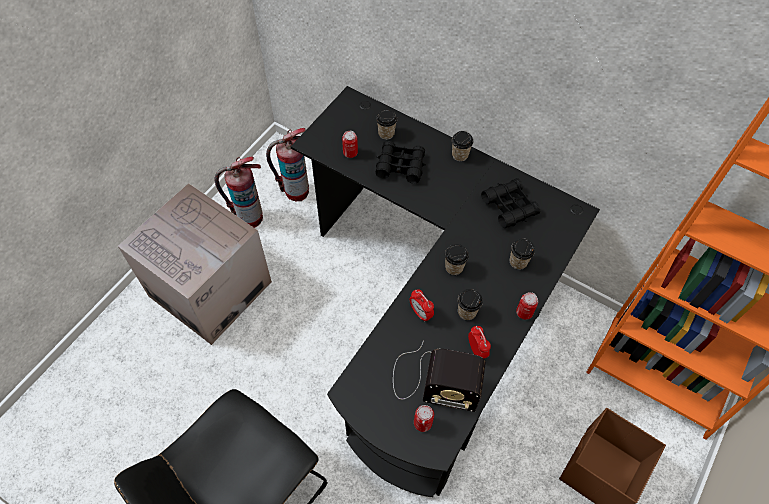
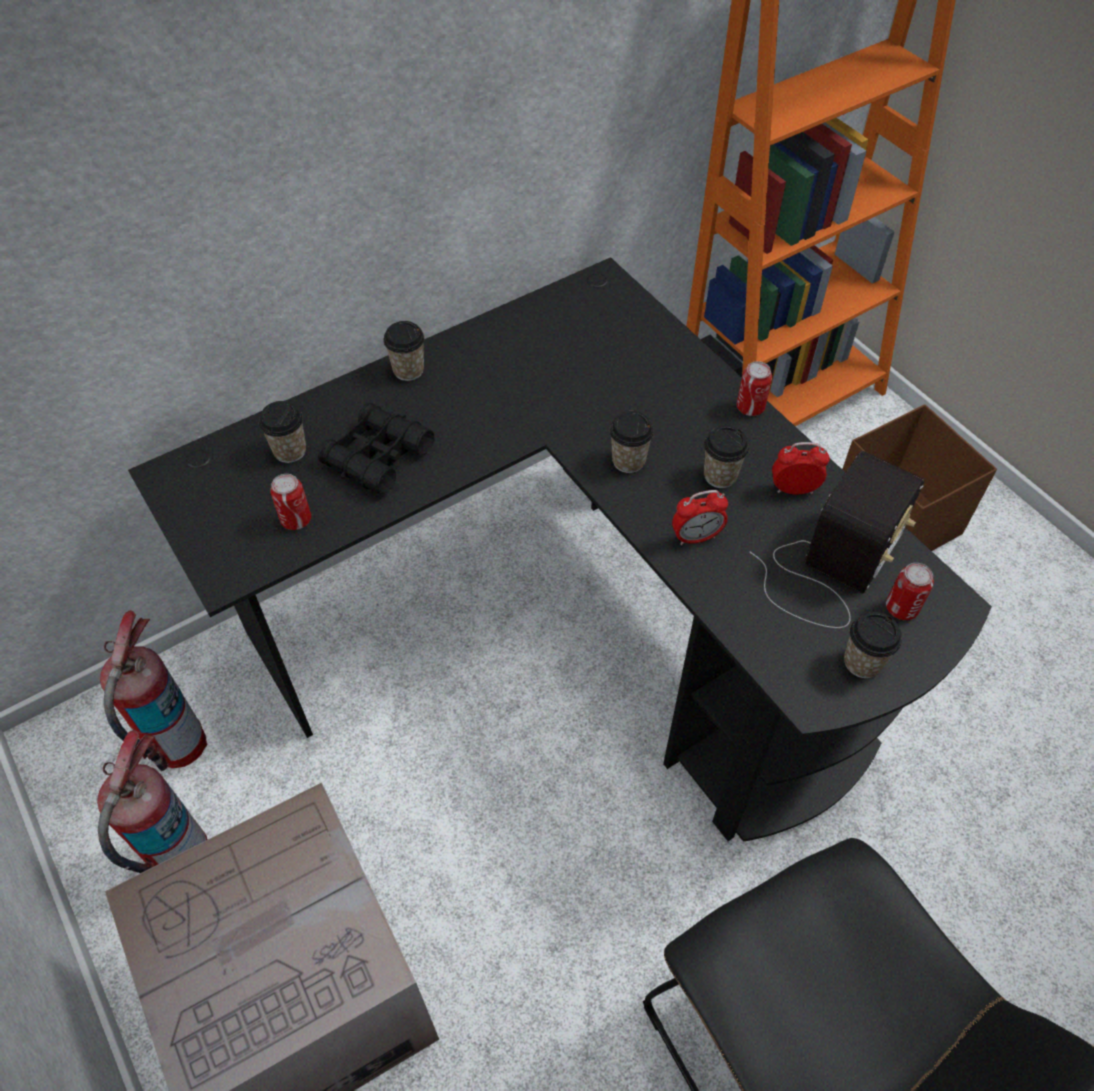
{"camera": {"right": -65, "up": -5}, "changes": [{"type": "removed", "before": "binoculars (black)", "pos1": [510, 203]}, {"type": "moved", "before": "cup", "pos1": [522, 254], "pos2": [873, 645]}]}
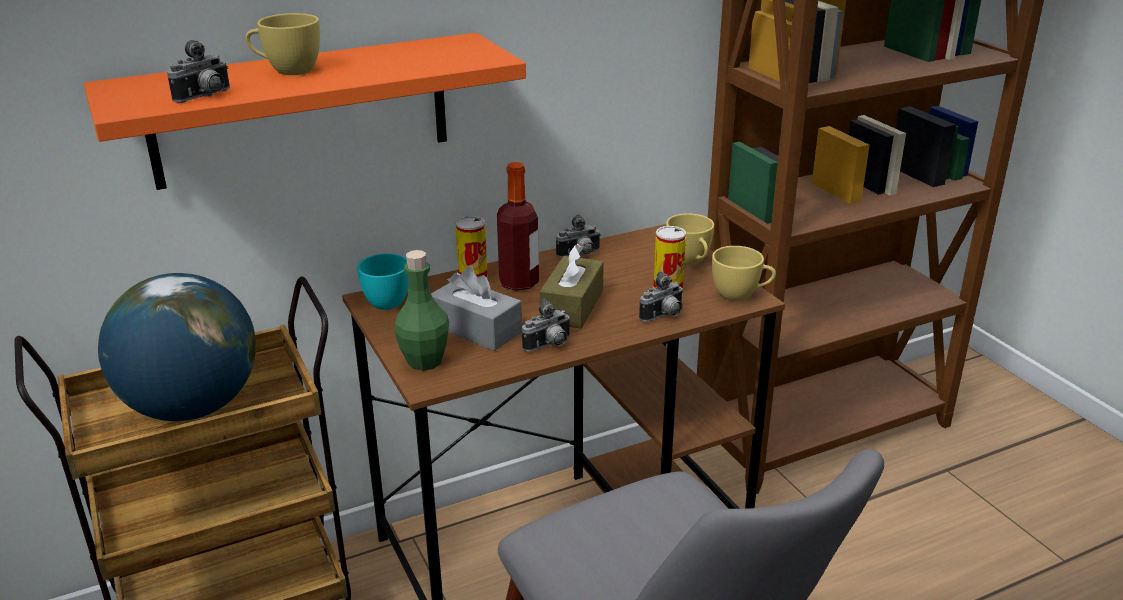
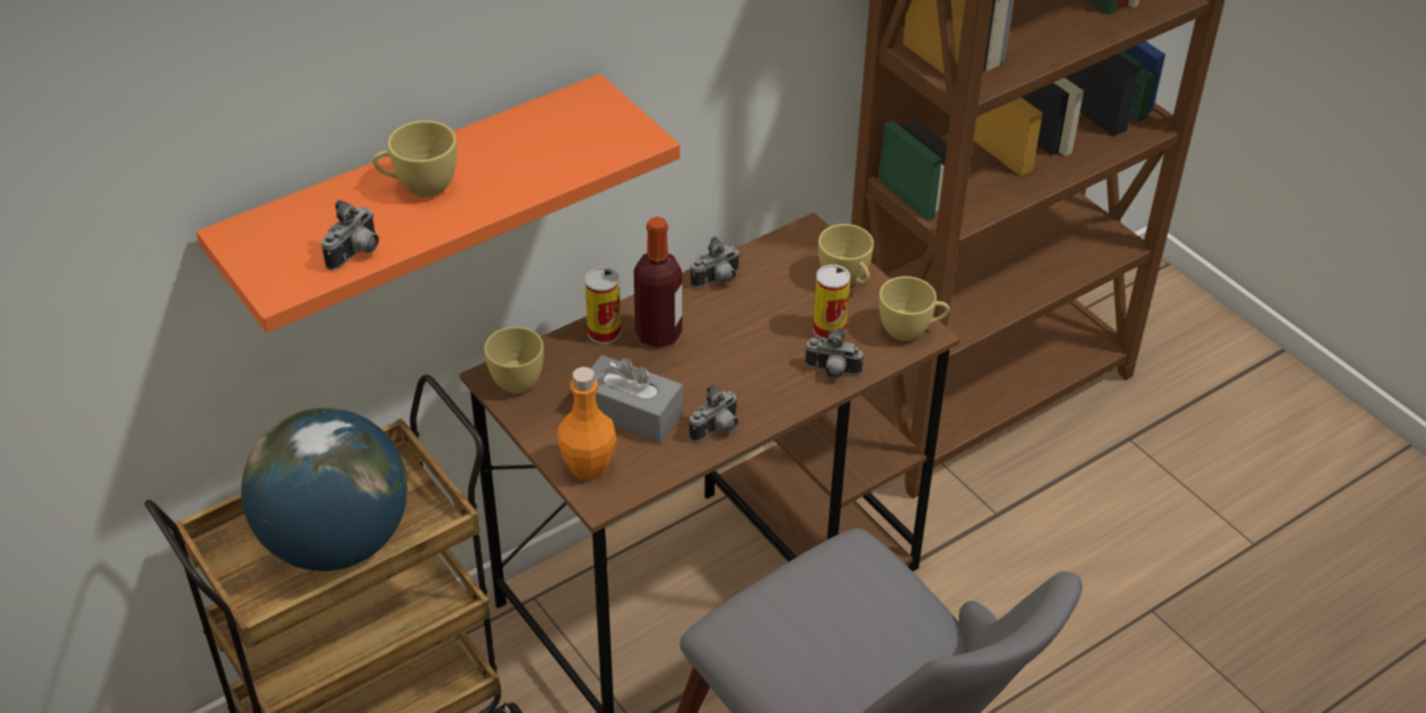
{"camera": {"right": -10, "up": 15}, "changes": [{"type": "recoloured", "before": "cup (turquoise)", "after": "cup (yellow)", "pos1": [382, 281], "pos2": [514, 360]}, {"type": "recoloured", "before": "bottle (green)", "after": "bottle (orange)", "pos1": [421, 310], "pos2": [587, 423]}, {"type": "removed", "before": "tissue box (brown)", "pos1": [571, 286]}, {"type": "turned", "before": "photo camera", "pos1": [661, 296], "pos2": [834, 353], "turn": 60}]}
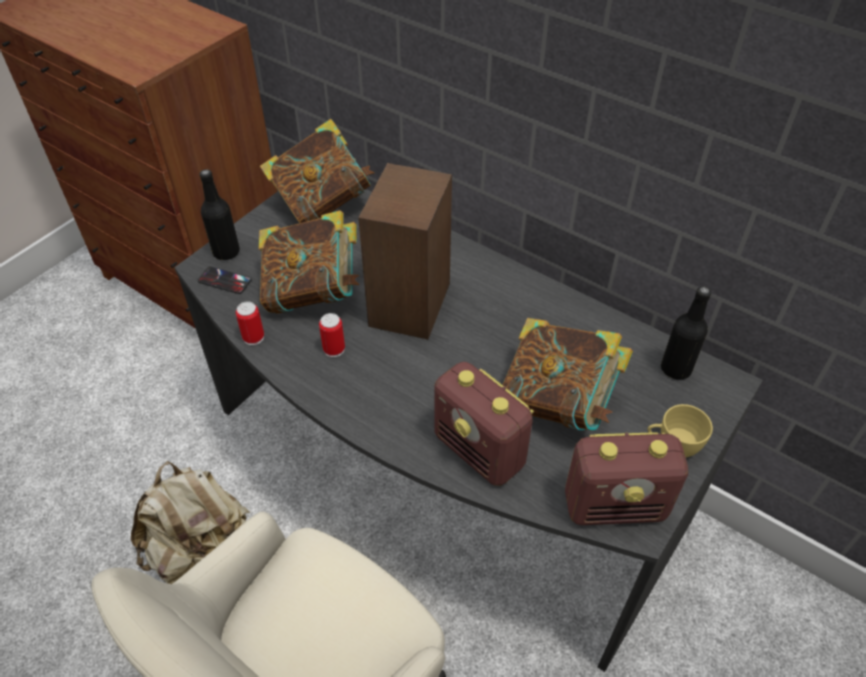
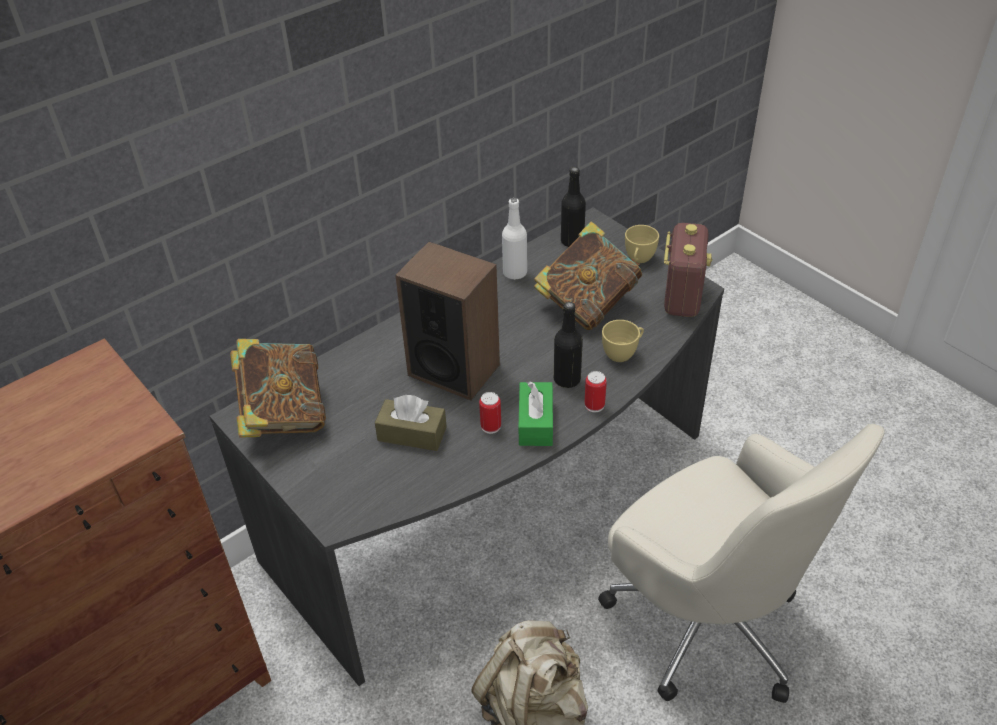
{"camera": {"right": -75, "up": -5}, "changes": [{"type": "removed", "before": "phone", "pos1": [224, 280]}, {"type": "moved", "before": "bottle (black)", "pos1": [220, 214], "pos2": [568, 345]}, {"type": "moved", "before": "can", "pos1": [250, 323], "pos2": [596, 391]}, {"type": "replaced", "before": "book", "after": "tissue box (brown)", "pos1": [309, 261], "pos2": [411, 423]}, {"type": "replaced", "before": "radio", "after": "cup (yellow)", "pos1": [484, 424], "pos2": [623, 341]}, {"type": "added", "after": "bottle (white)", "pos2": [514, 239]}, {"type": "added", "after": "tissue box (green)", "pos2": [536, 413]}]}
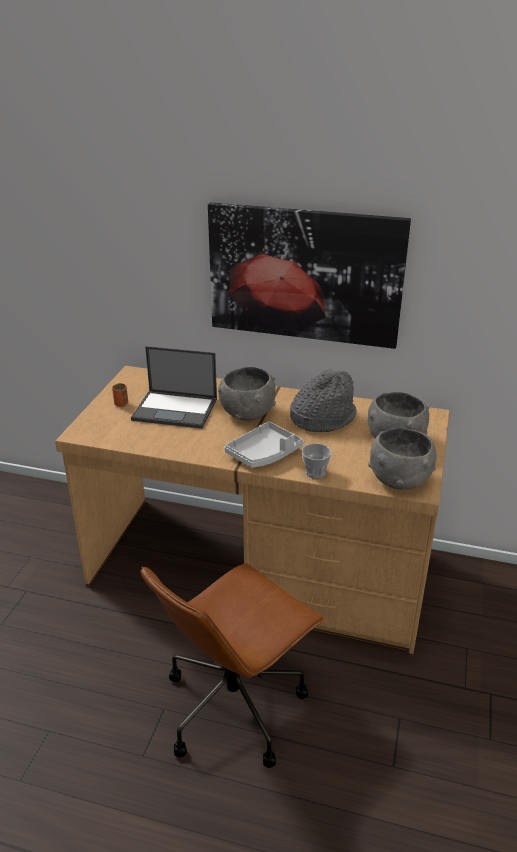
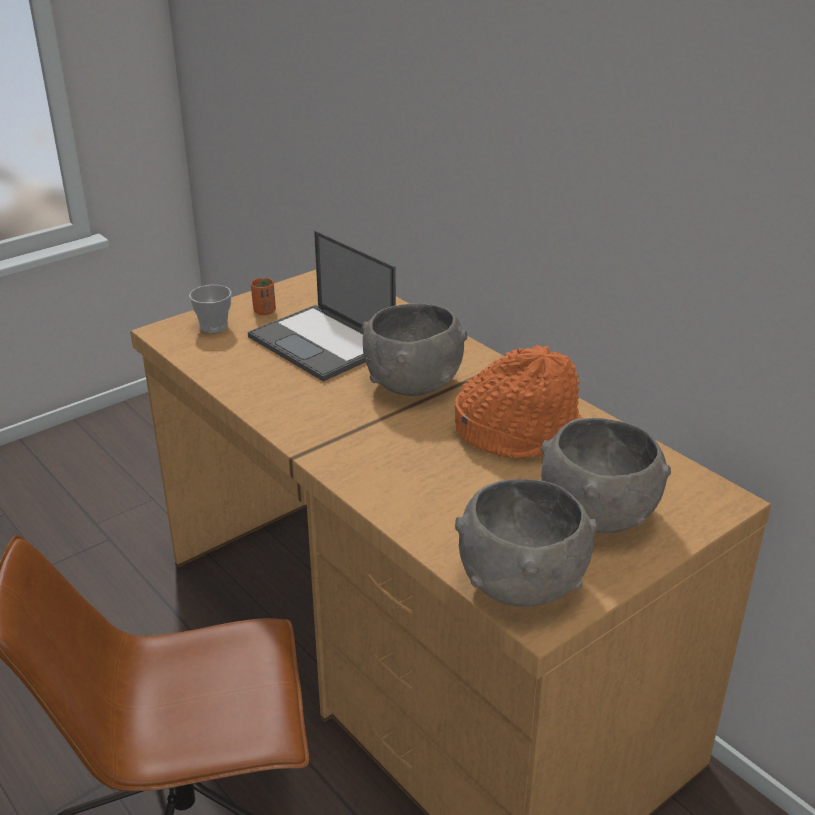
{"camera": {"right": 35, "up": 0}, "changes": [{"type": "removed", "before": "picture", "pos1": [309, 275]}, {"type": "removed", "before": "tray (grey)", "pos1": [264, 444]}, {"type": "recoloured", "before": "hat (grey)", "after": "hat (orange)", "pos1": [323, 400], "pos2": [519, 402]}, {"type": "moved", "before": "cup", "pos1": [316, 461], "pos2": [210, 309]}]}
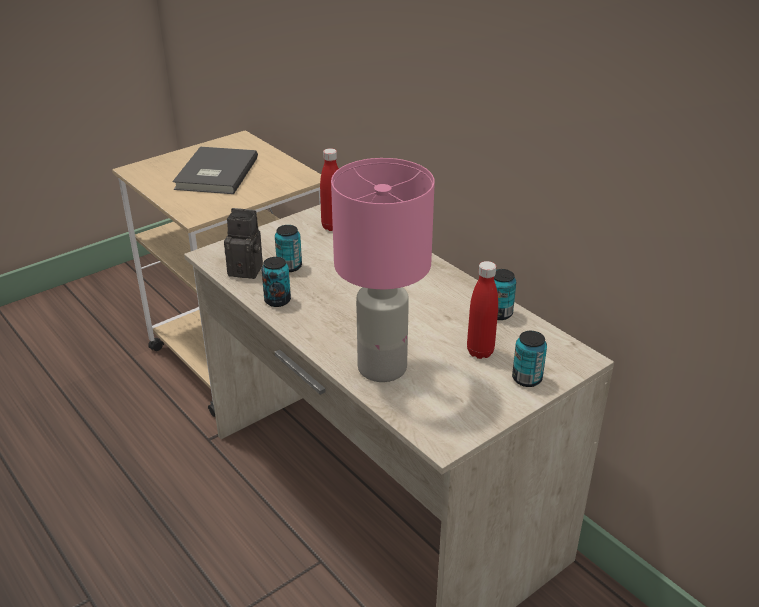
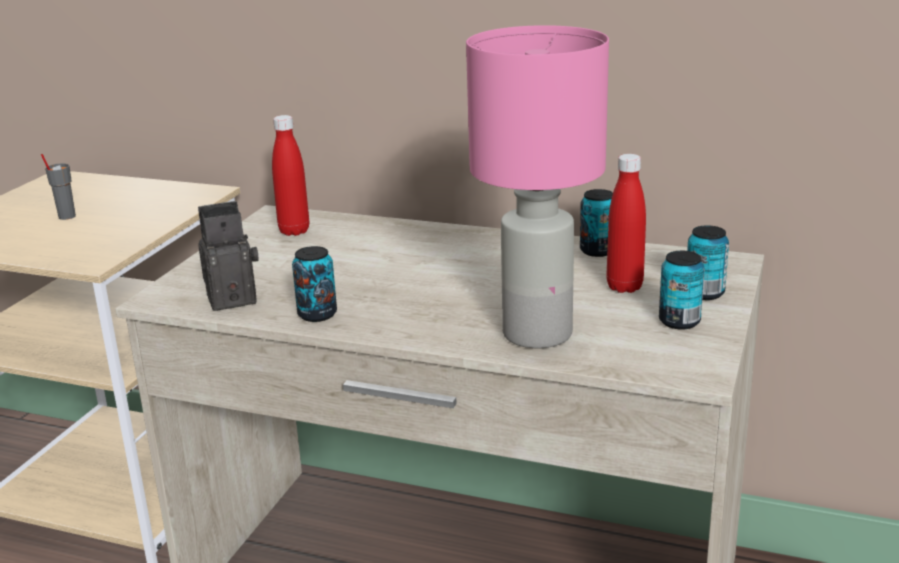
{"camera": {"right": -30, "up": -10}, "changes": [{"type": "replaced", "before": "book (grey)", "after": "cup (grey)", "pos1": [215, 170], "pos2": [58, 187]}, {"type": "moved", "before": "can", "pos1": [288, 248], "pos2": [682, 290]}]}
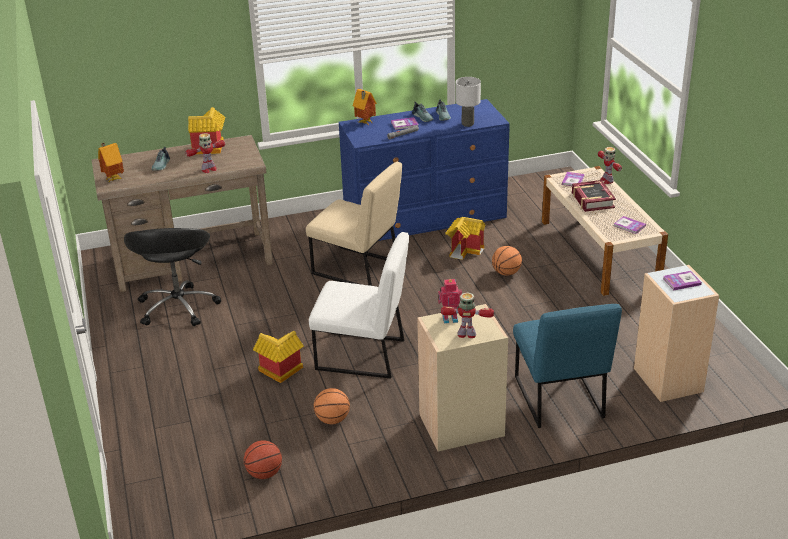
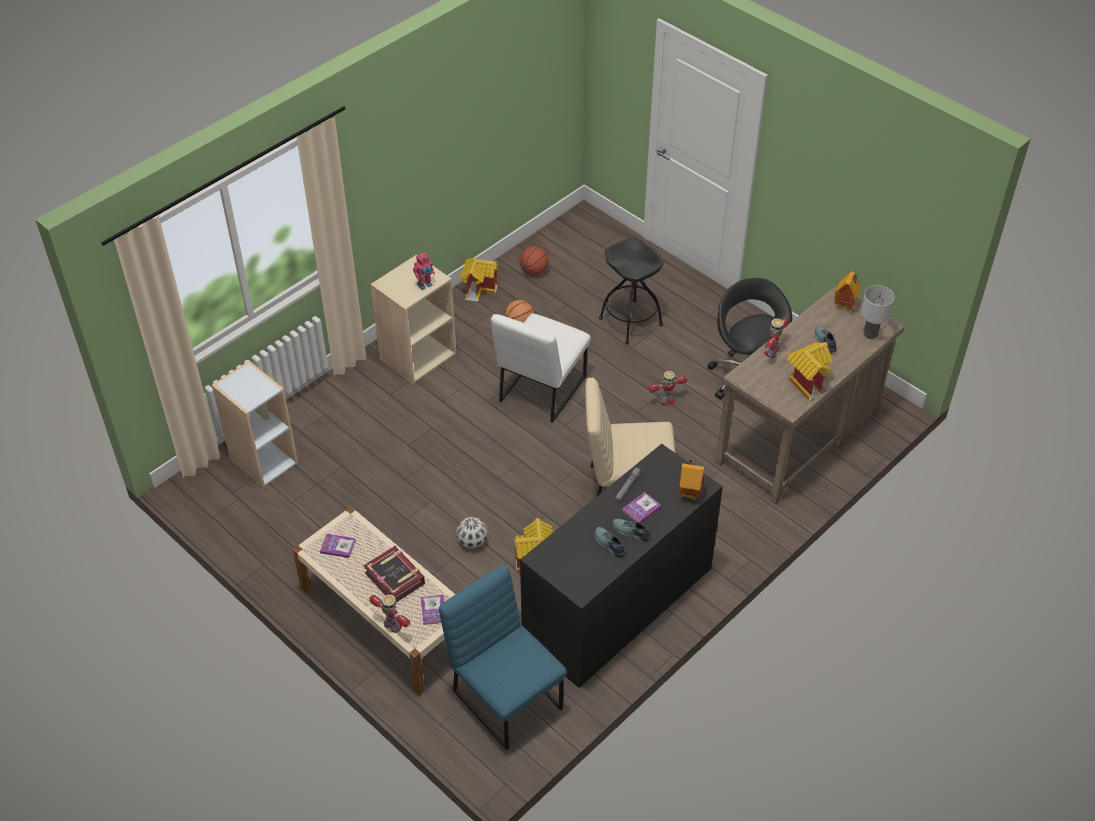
{"camera": {"right": 150, "up": 15}, "changes": [{"type": "moved", "before": "toy house", "pos1": [278, 357], "pos2": [478, 280]}, {"type": "turned", "before": "chair (white)", "pos1": [359, 305], "pos2": [541, 368], "turn": -45}, {"type": "recoloured", "before": "dresser (blue)", "after": "dresser (black)", "pos1": [424, 170], "pos2": [621, 566]}, {"type": "moved", "before": "toy robot", "pos1": [467, 315], "pos2": [667, 389]}, {"type": "moved", "before": "table lamp (white)", "pos1": [468, 102], "pos2": [878, 312]}, {"type": "replaced", "before": "basketball", "after": "football", "pos1": [507, 260], "pos2": [471, 532]}, {"type": "moved", "before": "chair (blue)", "pos1": [567, 366], "pos2": [503, 657]}, {"type": "removed", "before": "book", "pos1": [682, 280]}, {"type": "added", "after": "stool (black)", "pos2": [631, 291]}]}
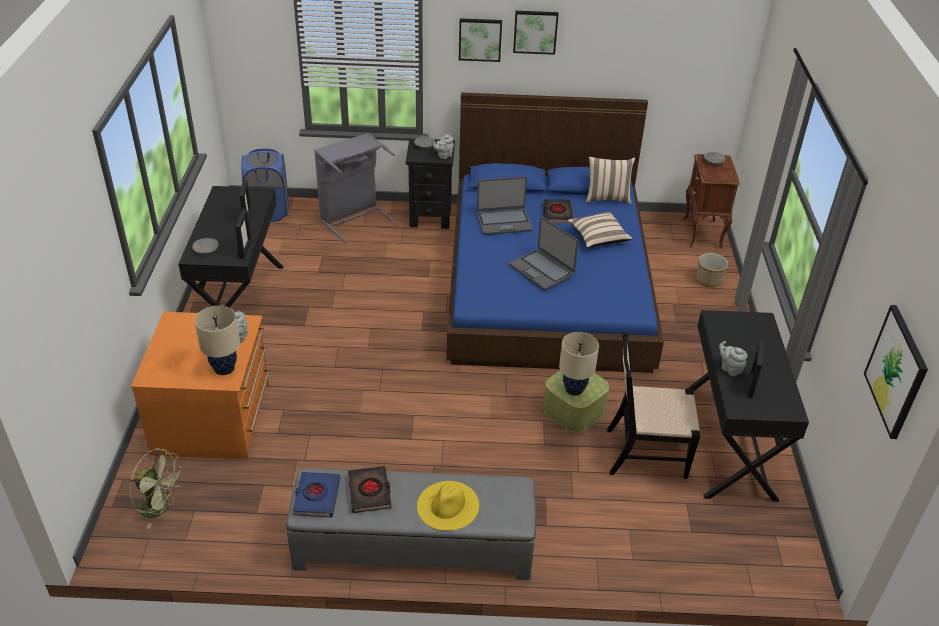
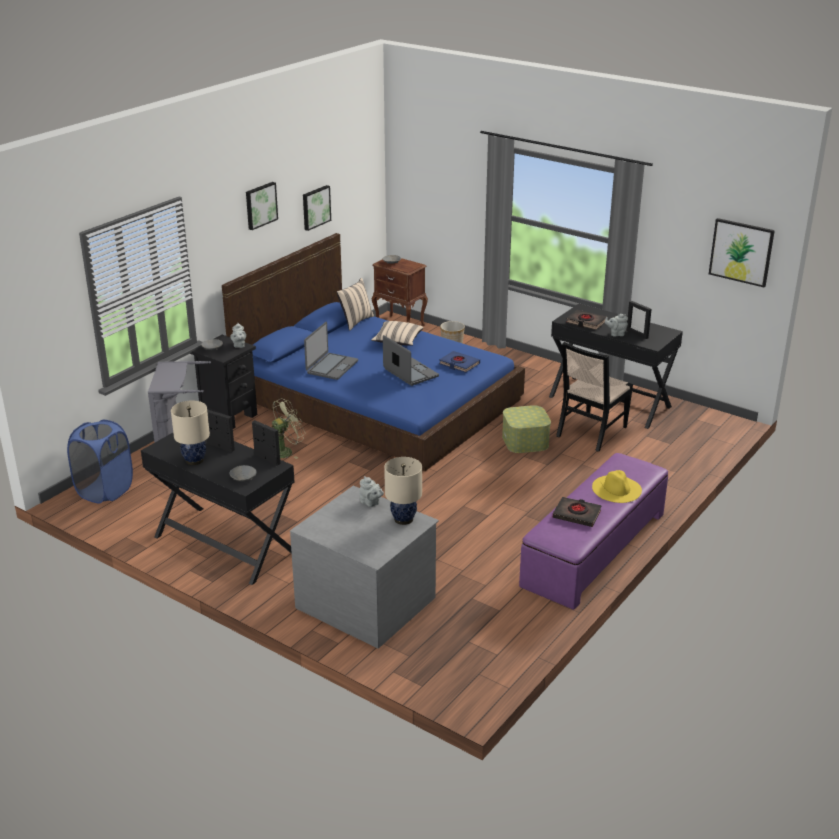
{"camera": {"right": -55, "up": -10}, "changes": [{"type": "moved", "before": "fan (green)", "pos1": [157, 488], "pos2": [288, 428]}, {"type": "recoloured", "before": "dresser (orange)", "after": "dresser (grey)", "pos1": [200, 386], "pos2": [364, 567]}, {"type": "recoloured", "before": "bench (grey)", "after": "bench (purple)", "pos1": [411, 524], "pos2": [593, 531]}, {"type": "moved", "before": "book (blue)", "pos1": [316, 495], "pos2": [459, 362]}, {"type": "moved", "before": "picture", "pos1": [480, 40], "pos2": [317, 208]}, {"type": "turned", "before": "laptop", "pos1": [544, 253], "pos2": [411, 360], "turn": -120}, {"type": "moved", "before": "book (black)", "pos1": [558, 211], "pos2": [586, 320]}, {"type": "moved", "before": "table lamp (beige)", "pos1": [579, 363], "pos2": [190, 433]}]}
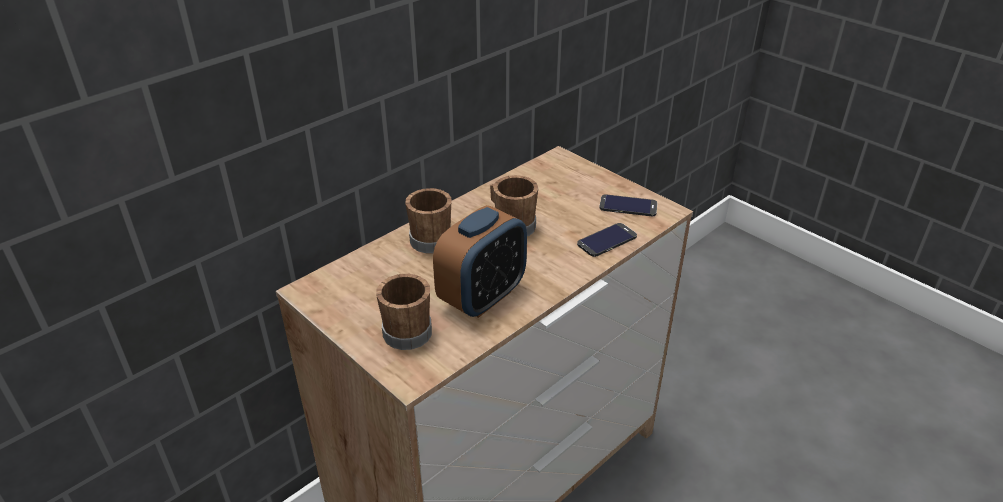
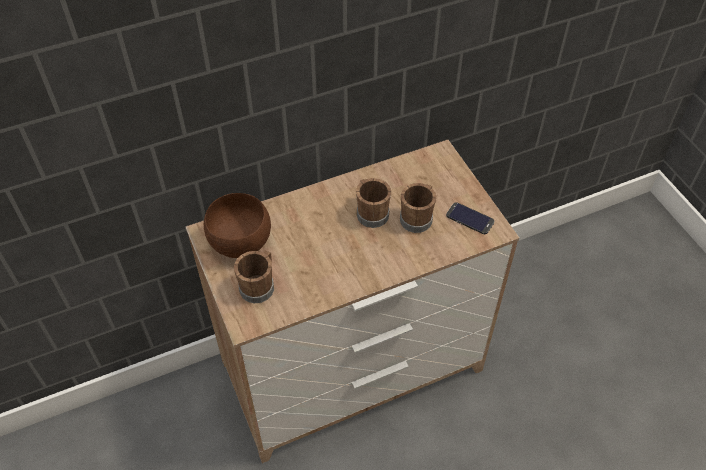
{"camera": {"right": 20, "up": 15}, "changes": [{"type": "moved", "before": "mug (brown)", "pos1": [428, 220], "pos2": [418, 208]}, {"type": "removed", "before": "alarm clock", "pos1": [480, 261]}, {"type": "removed", "before": "phone", "pos1": [607, 240]}, {"type": "added", "after": "bowl (brown)", "pos2": [237, 225]}]}
